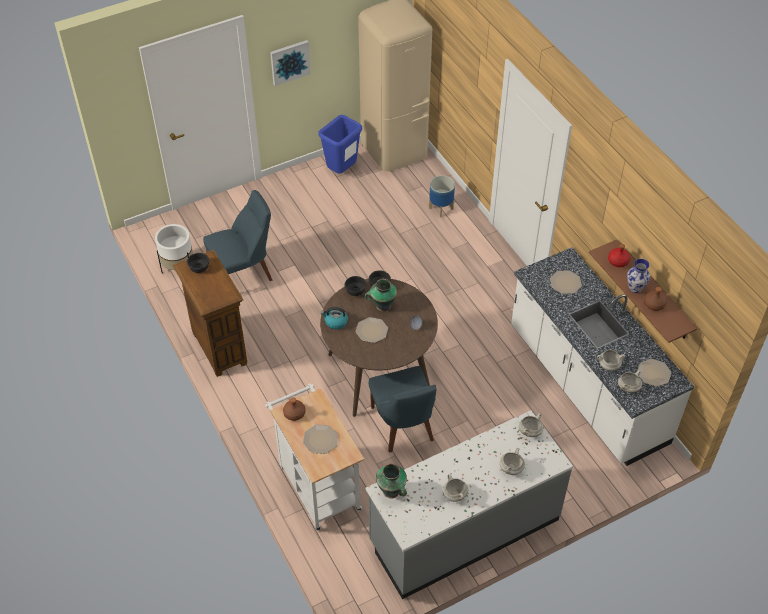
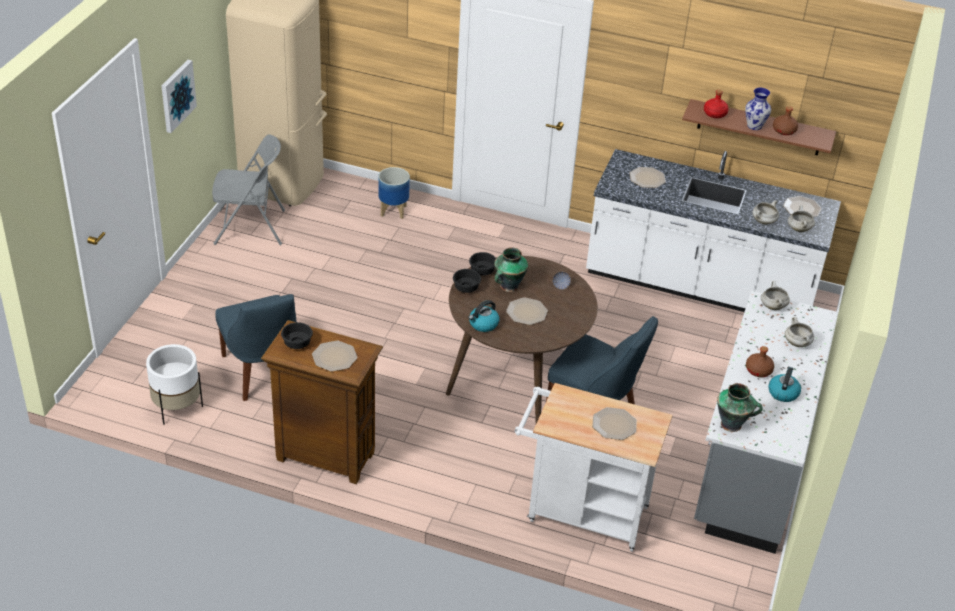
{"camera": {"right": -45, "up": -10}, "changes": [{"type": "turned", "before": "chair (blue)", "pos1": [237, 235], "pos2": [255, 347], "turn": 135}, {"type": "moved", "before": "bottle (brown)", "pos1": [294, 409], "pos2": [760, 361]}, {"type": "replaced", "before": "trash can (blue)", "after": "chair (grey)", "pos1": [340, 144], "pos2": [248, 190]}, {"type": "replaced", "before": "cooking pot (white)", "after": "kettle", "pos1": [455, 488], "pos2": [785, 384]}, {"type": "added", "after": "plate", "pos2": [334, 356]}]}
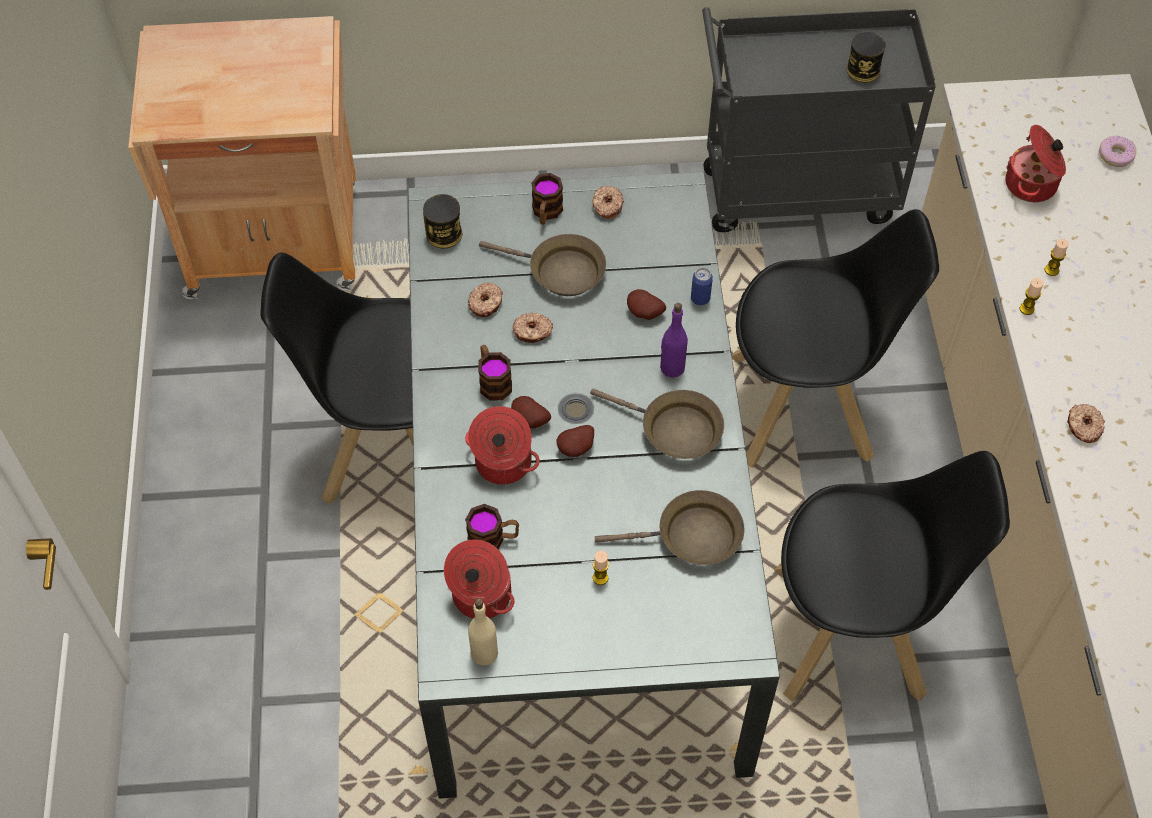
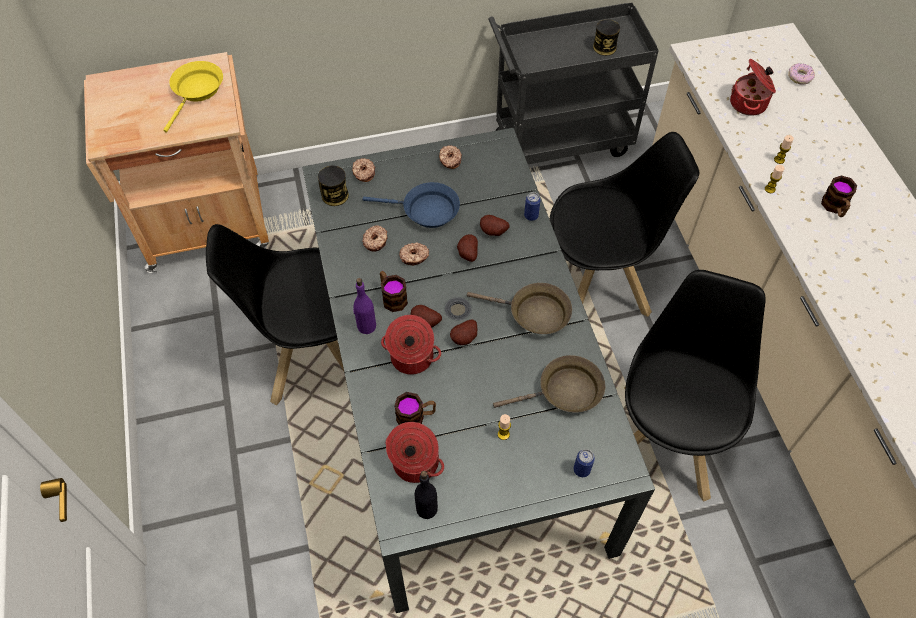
{"camera": {"right": -10, "up": 0}, "changes": [{"type": "recoloured", "before": "bottle (beige)", "after": "bottle (black)", "pos1": [483, 632], "pos2": [426, 495]}, {"type": "recoloured", "before": "frying pan (brown)", "after": "frying pan (blue)", "pos1": [542, 265], "pos2": [411, 205]}, {"type": "moved", "before": "mug", "pos1": [547, 199], "pos2": [839, 196]}, {"type": "moved", "before": "bottle (purple)", "pos1": [674, 340], "pos2": [364, 306]}, {"type": "turned", "before": "chair (black)", "pos1": [892, 576], "pos2": [695, 386], "turn": -60}, {"type": "moved", "before": "donut", "pos1": [1086, 423], "pos2": [363, 170]}, {"type": "added", "after": "frying pan (yellow)", "pos2": [193, 97]}, {"type": "added", "after": "potato", "pos2": [467, 248]}, {"type": "added", "after": "can", "pos2": [584, 463]}]}
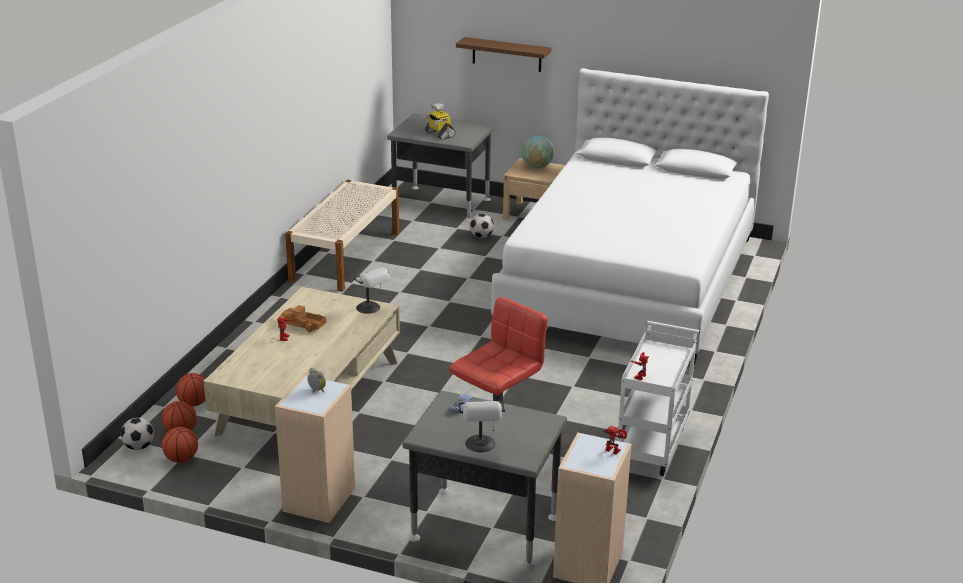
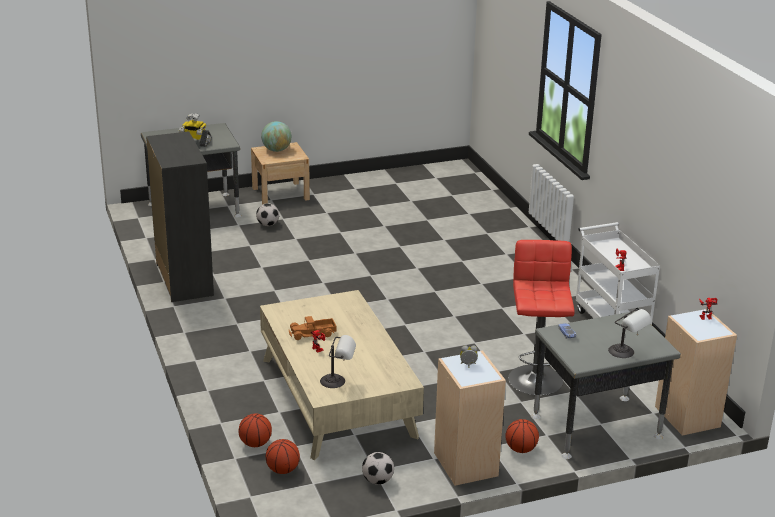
{"camera": {"right": -40, "up": 0}, "changes": [{"type": "moved", "before": "football", "pos1": [137, 434], "pos2": [378, 468]}, {"type": "moved", "before": "basketball", "pos1": [180, 445], "pos2": [522, 436]}, {"type": "replaced", "before": "bench (beige)", "after": "dresser (black)", "pos1": [342, 236], "pos2": [180, 216]}, {"type": "moved", "before": "table lamp", "pos1": [371, 290], "pos2": [338, 361]}, {"type": "removed", "before": "shelf (brown)", "pos1": [503, 54]}, {"type": "removed", "before": "bed (white)", "pos1": [630, 216]}]}
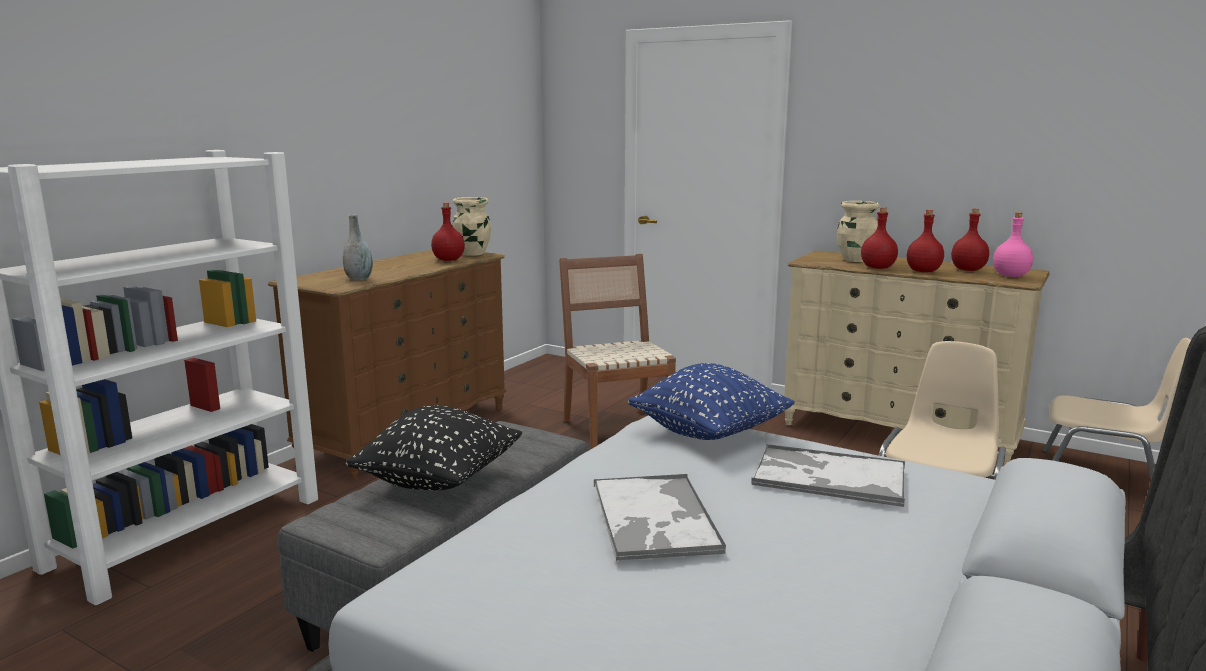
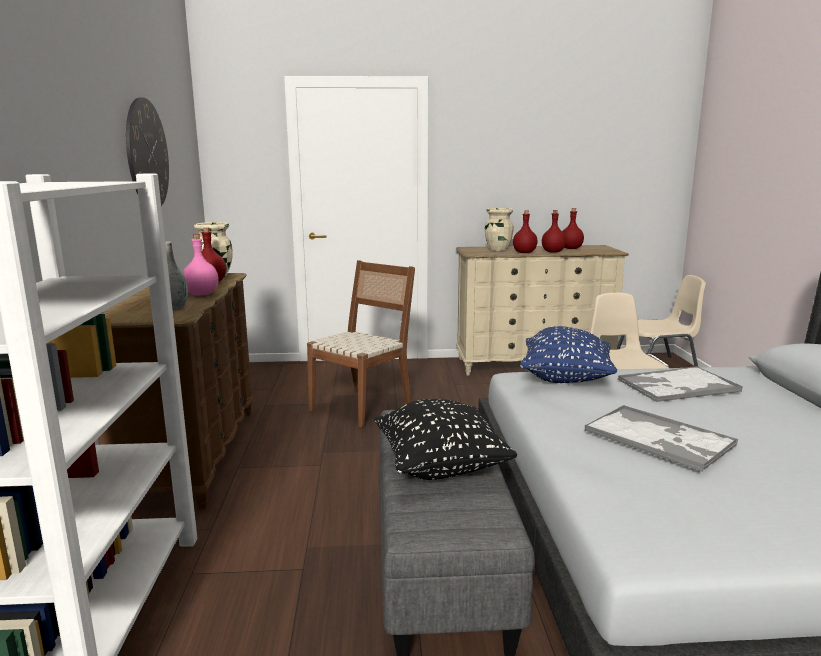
{"camera": {"right": -35, "up": 0}, "changes": [{"type": "turned", "before": "chair", "pos1": [617, 351], "pos2": [361, 344], "turn": 90}, {"type": "moved", "before": "bottle (pink)", "pos1": [1013, 244], "pos2": [200, 264]}, {"type": "added", "after": "wall clock", "pos2": [147, 152]}]}
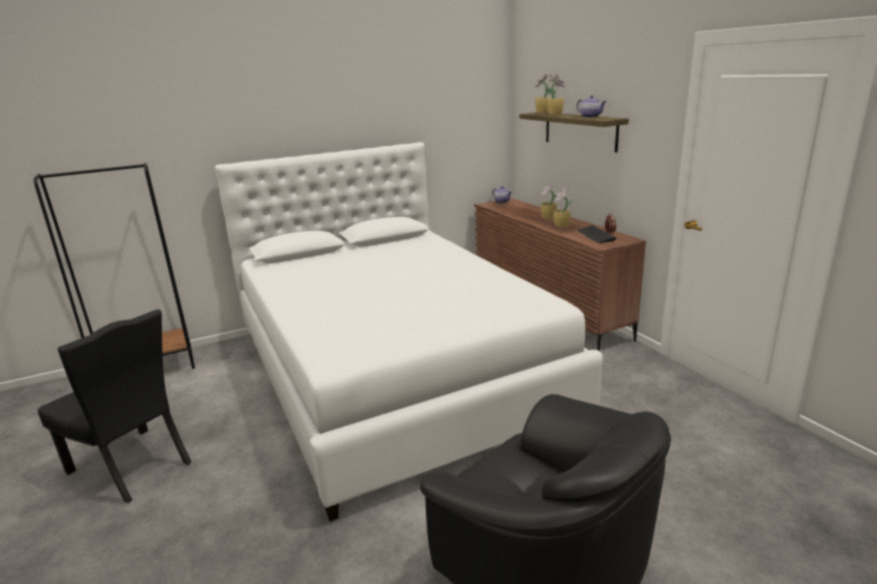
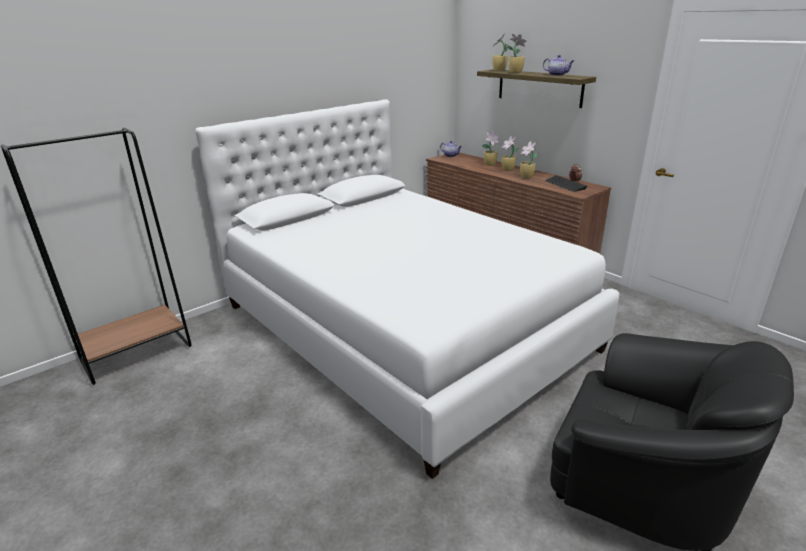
{"camera": {"right": -15, "up": 5}, "changes": [{"type": "removed", "before": "chair (black)", "pos1": [115, 406]}, {"type": "added", "after": "potted plant", "pos2": [491, 148]}]}
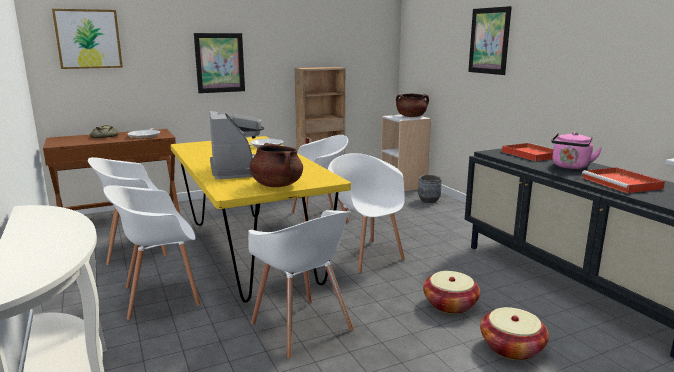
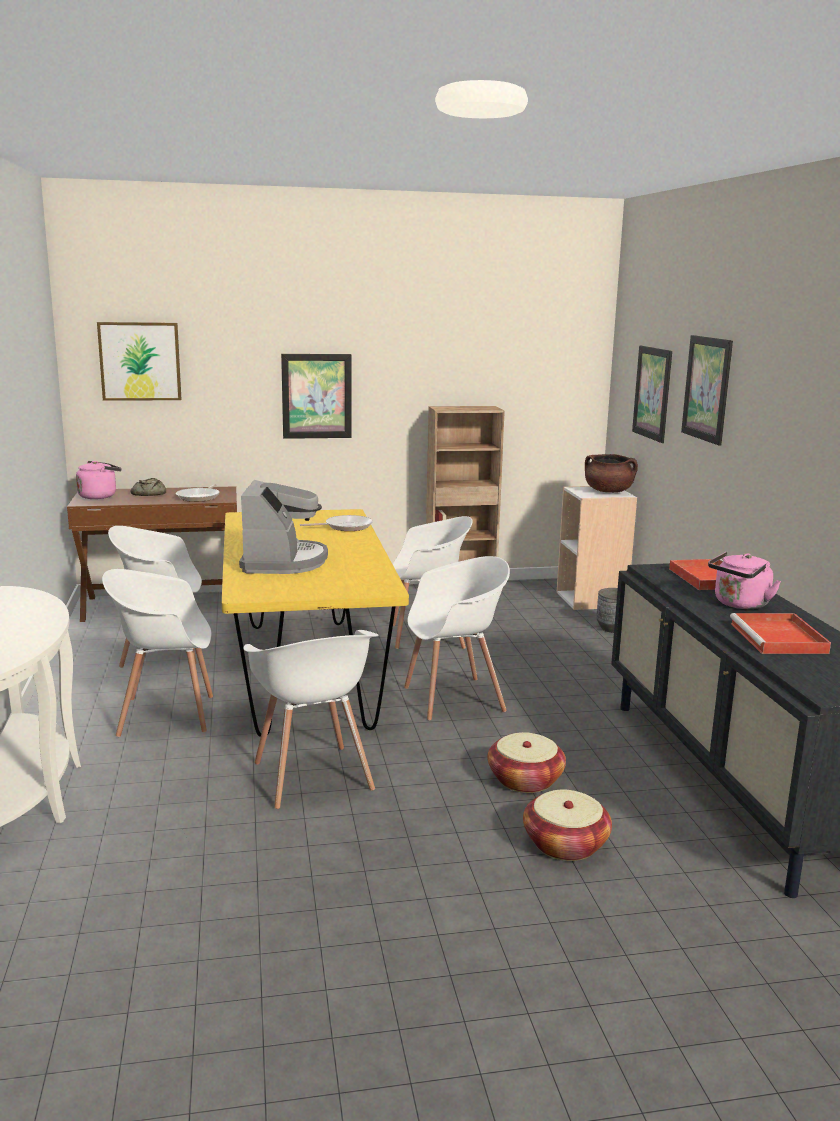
{"camera": {"right": 15, "up": 0}, "changes": [{"type": "removed", "before": "cooking pot (brown)", "pos1": [276, 165]}, {"type": "turned", "before": "chair (white)", "pos1": [366, 213], "pos2": [457, 638], "turn": 90}, {"type": "added", "after": "kettle (pink)", "pos2": [98, 480]}, {"type": "added", "after": "picture", "pos2": [652, 394]}]}
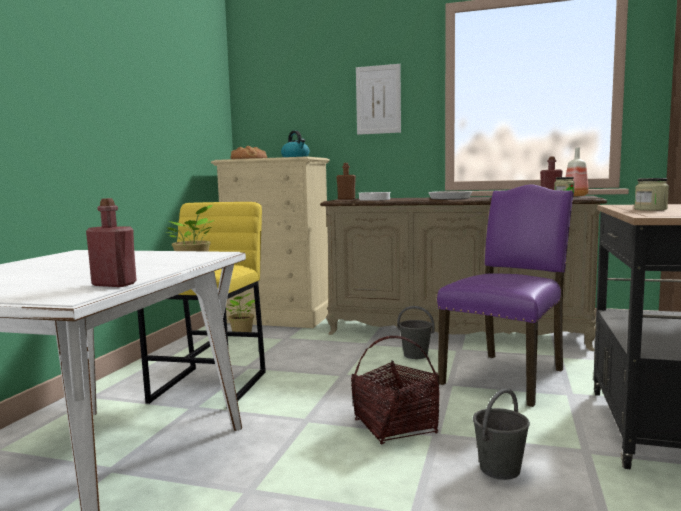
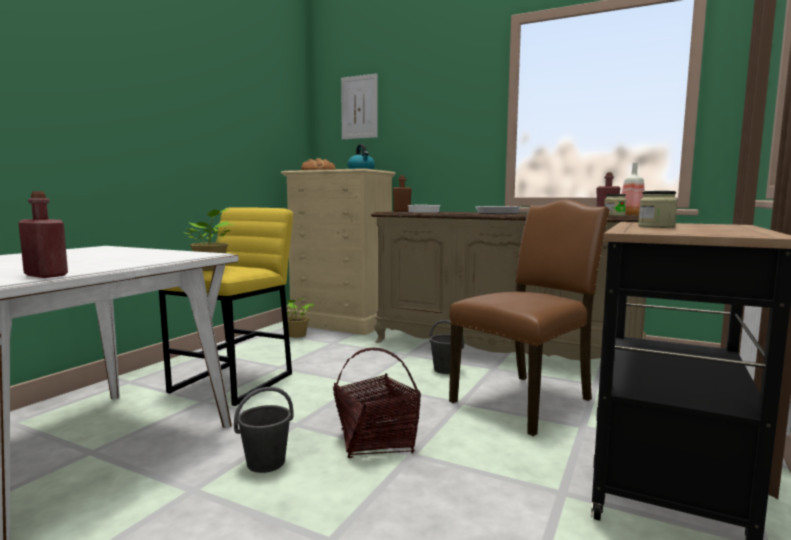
{"camera": {"right": 10, "up": 0}, "changes": [{"type": "moved", "before": "picture", "pos1": [378, 99], "pos2": [359, 106]}, {"type": "recoloured", "before": "chair (purple)", "after": "chair (brown)", "pos1": [505, 295], "pos2": [529, 318]}, {"type": "moved", "before": "bucket (grey)", "pos1": [501, 434], "pos2": [264, 430]}]}
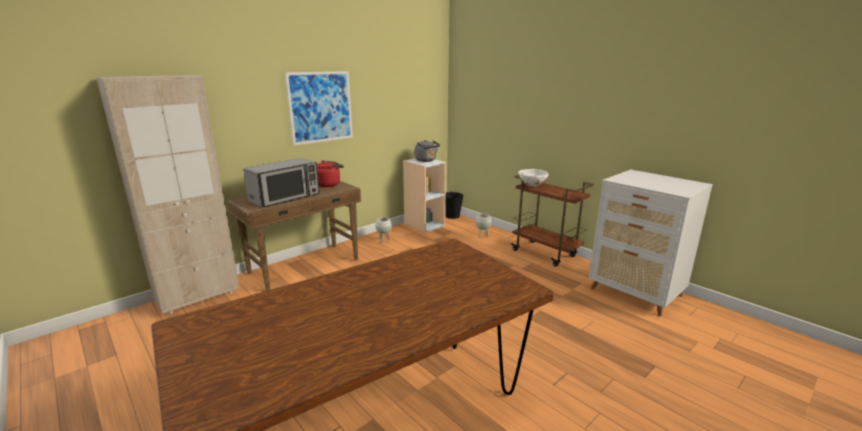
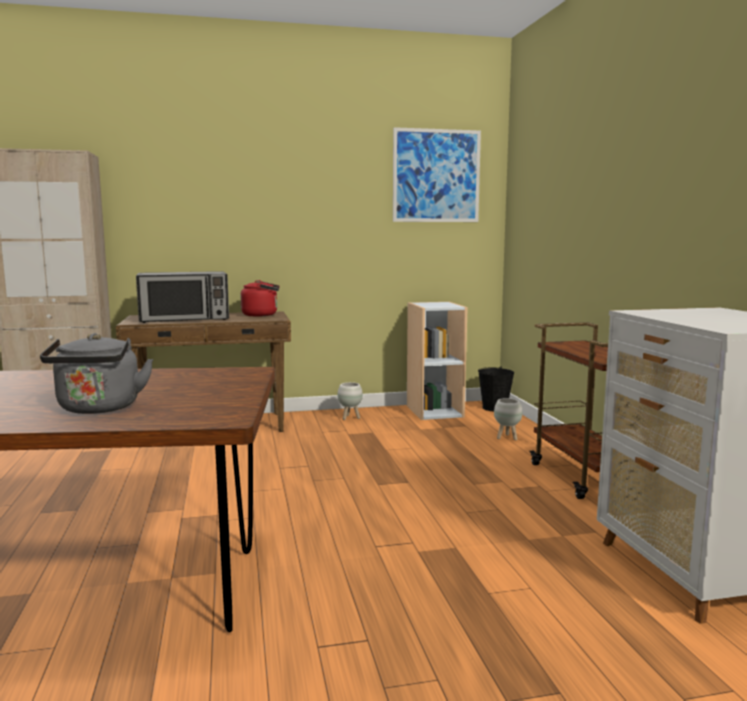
{"camera": {"right": 30, "up": -10}, "changes": [{"type": "moved", "before": "picture", "pos1": [319, 108], "pos2": [437, 174]}, {"type": "moved", "before": "kettle (grey)", "pos1": [427, 151], "pos2": [96, 373]}, {"type": "removed", "before": "bowl (white)", "pos1": [533, 178]}]}
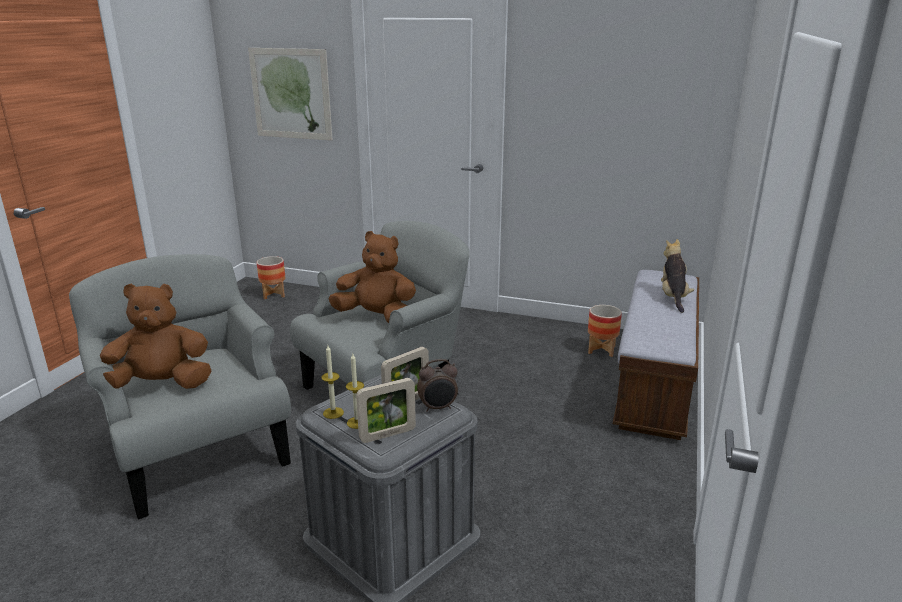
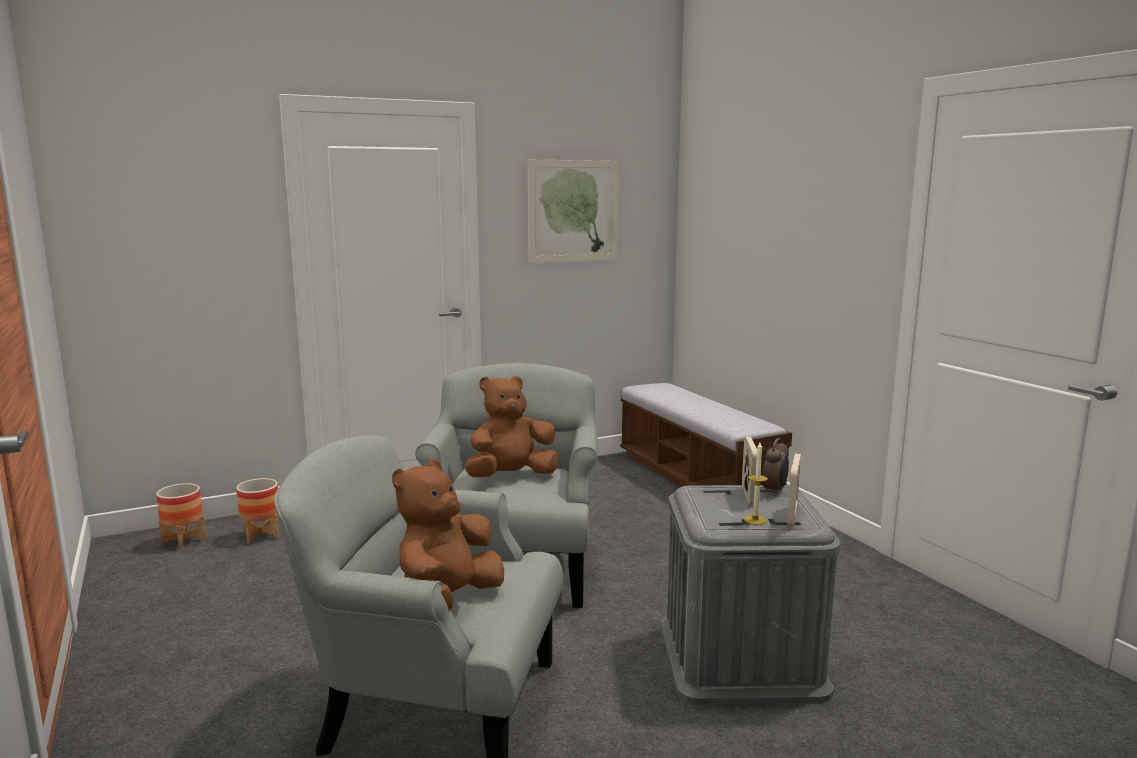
{"camera": {"right": -45, "up": -10}, "changes": [{"type": "moved", "before": "picture", "pos1": [290, 94], "pos2": [573, 212]}, {"type": "removed", "before": "candle", "pos1": [332, 382]}, {"type": "moved", "before": "planter", "pos1": [605, 331], "pos2": [257, 511]}, {"type": "removed", "before": "plush toy", "pos1": [677, 276]}]}
